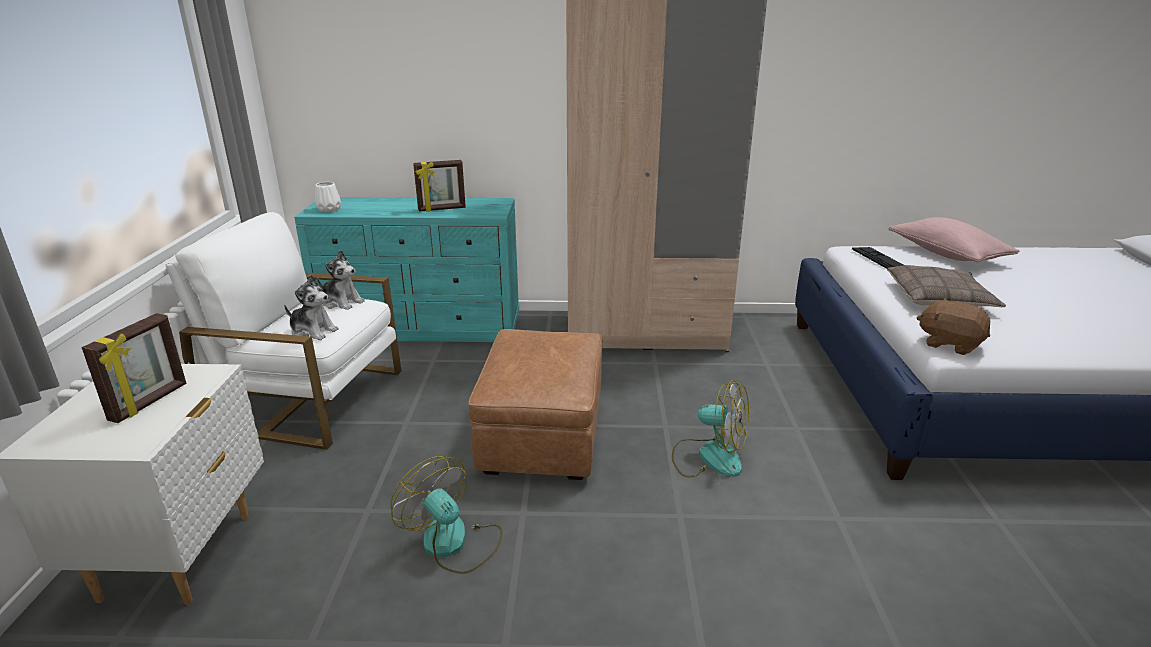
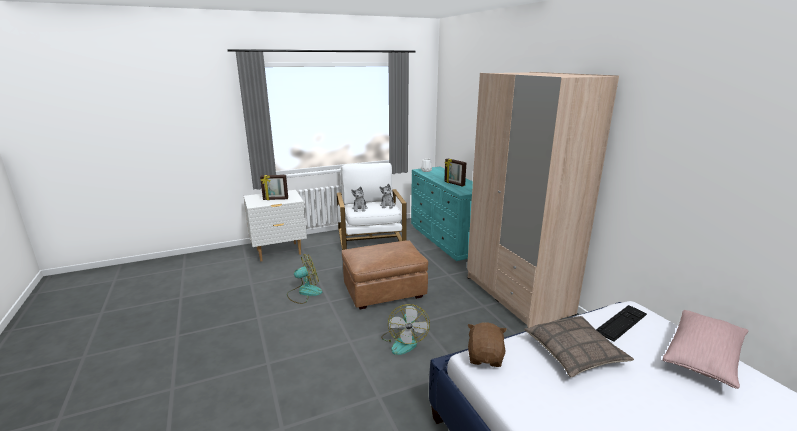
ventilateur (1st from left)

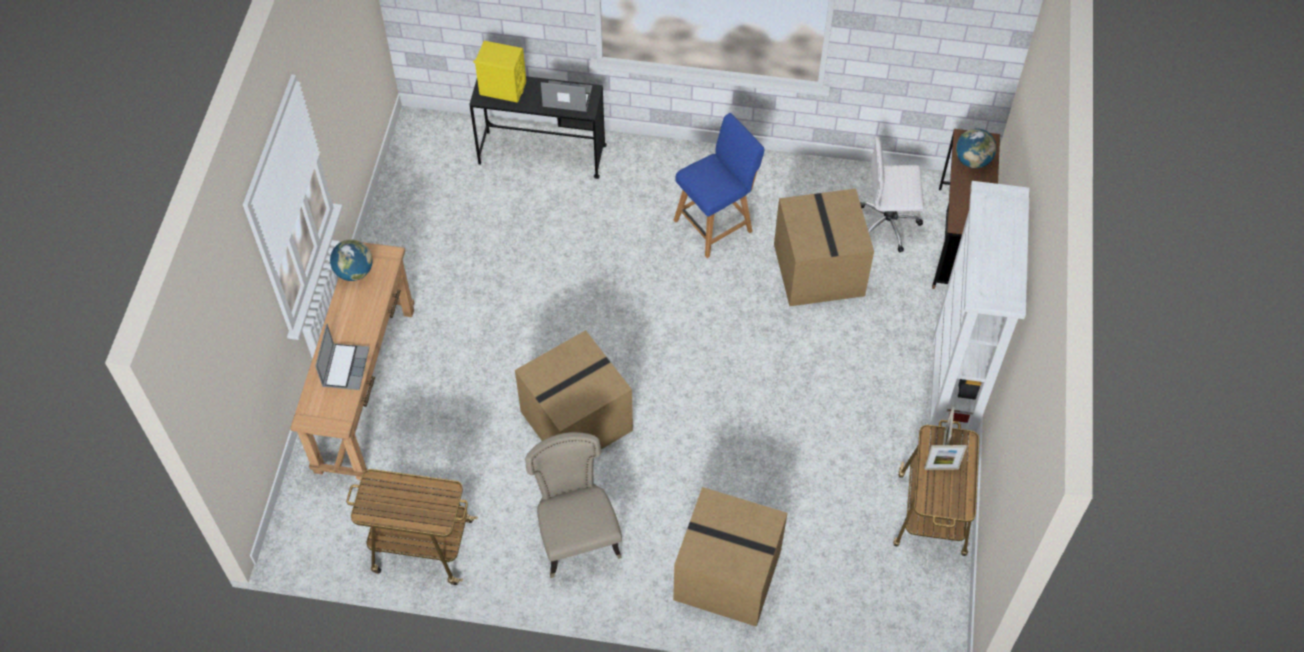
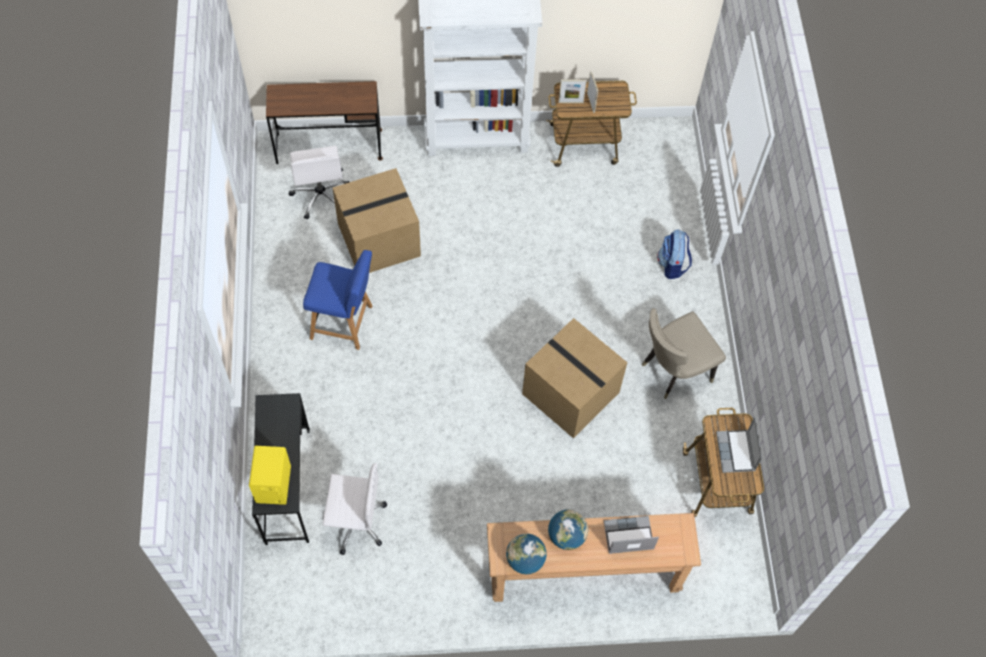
chaise (bleu); chaise de bureau (blanc) (2nd from left); globe (2nd from left); sac à dos; ordinateur portable (2nd from left)

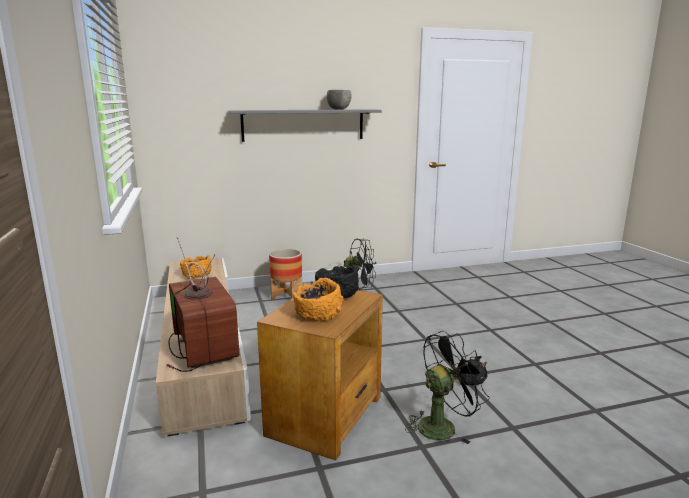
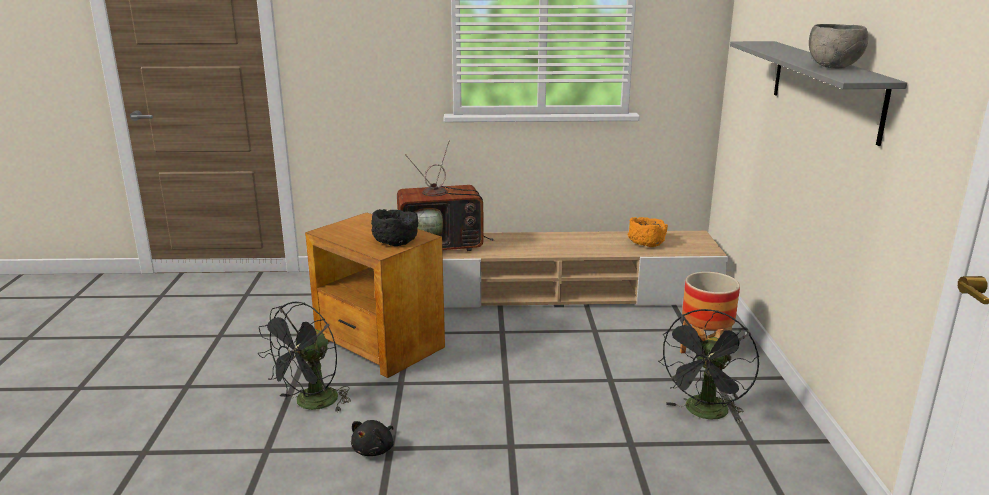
ventilateur (noir) (1st from left); bol (orange) (2nd from left in the first image)

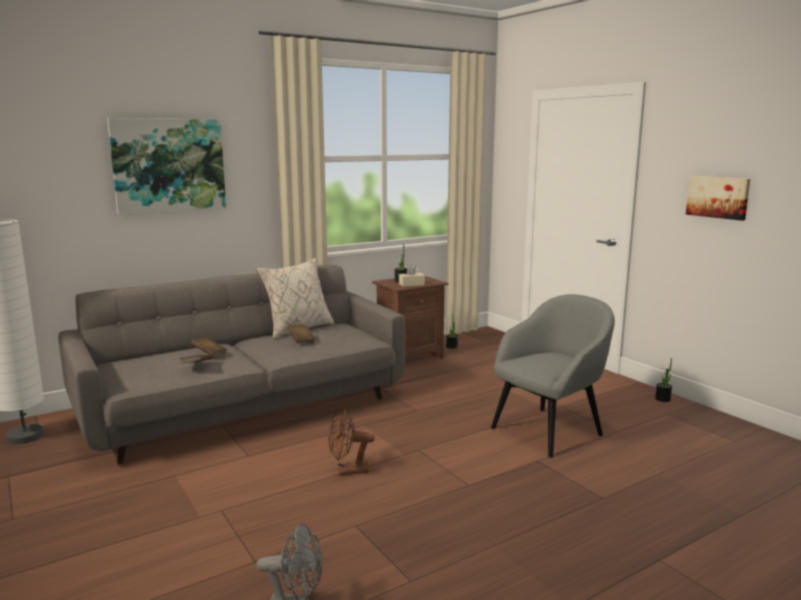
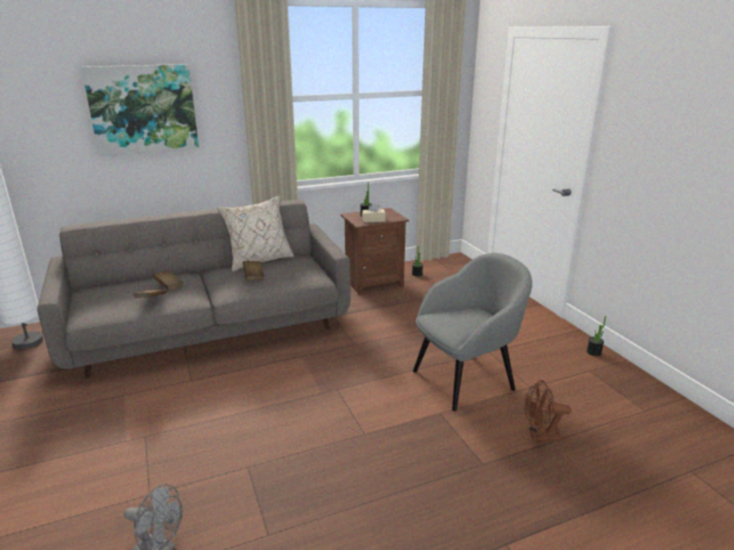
ventilateur (marron); tableau (2nd from left in the first image)

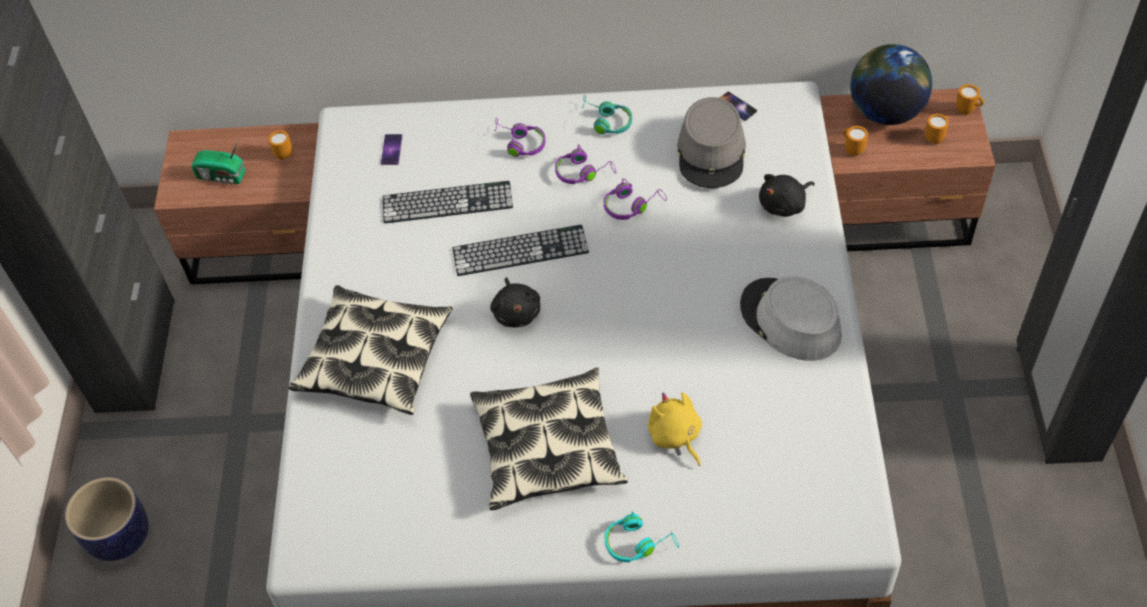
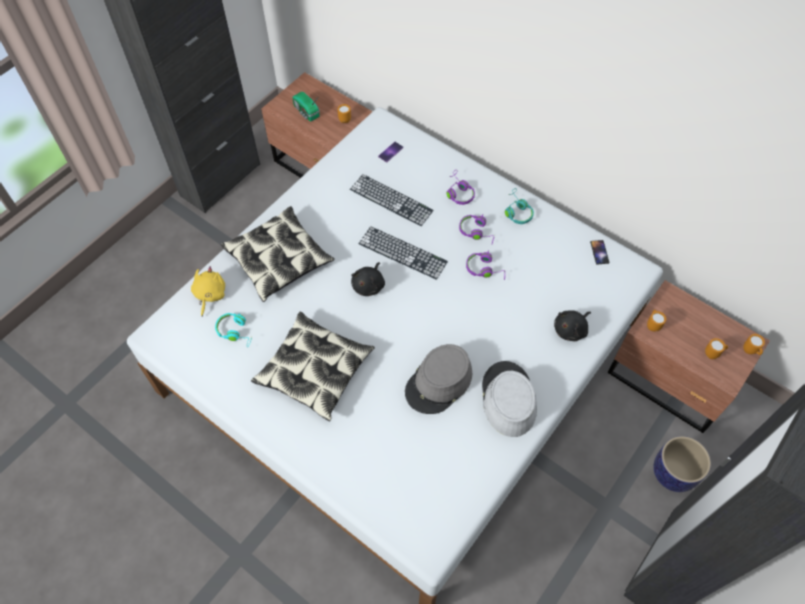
peluche (jaune); casque audio (turquoise) (1st from left); chapeau (gris) (1st from left); peluche (noir) (2nd from left); cache-pot; globe

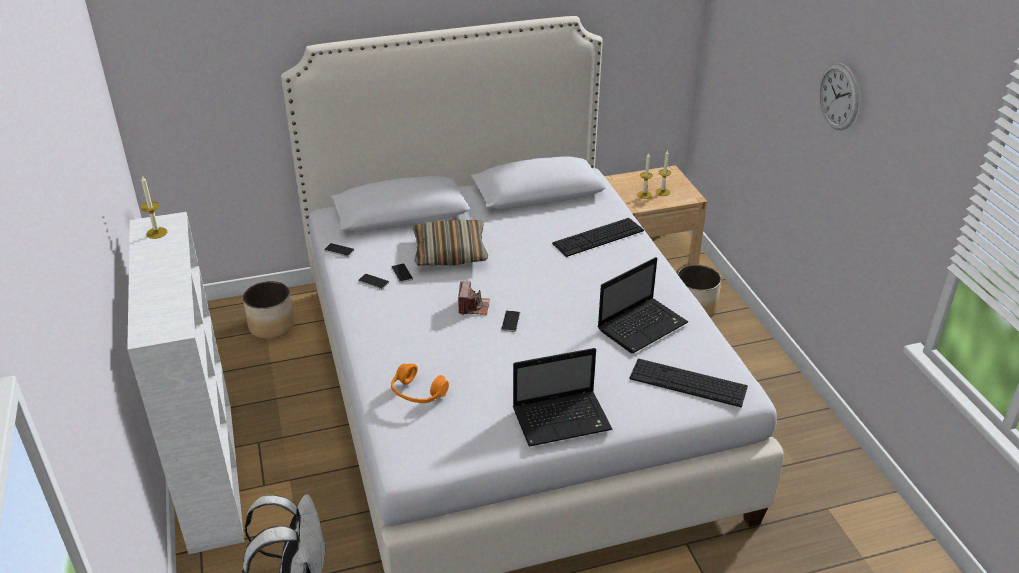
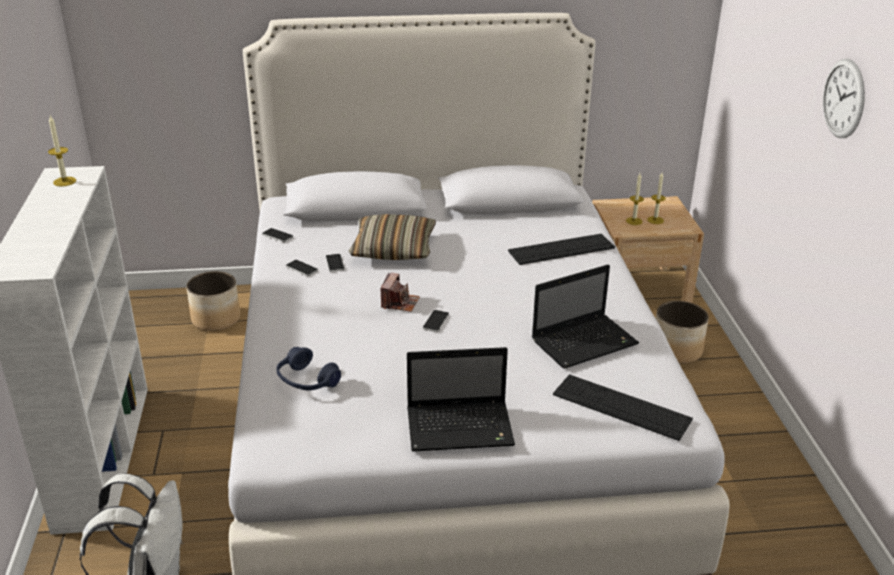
casque audio (bleu)

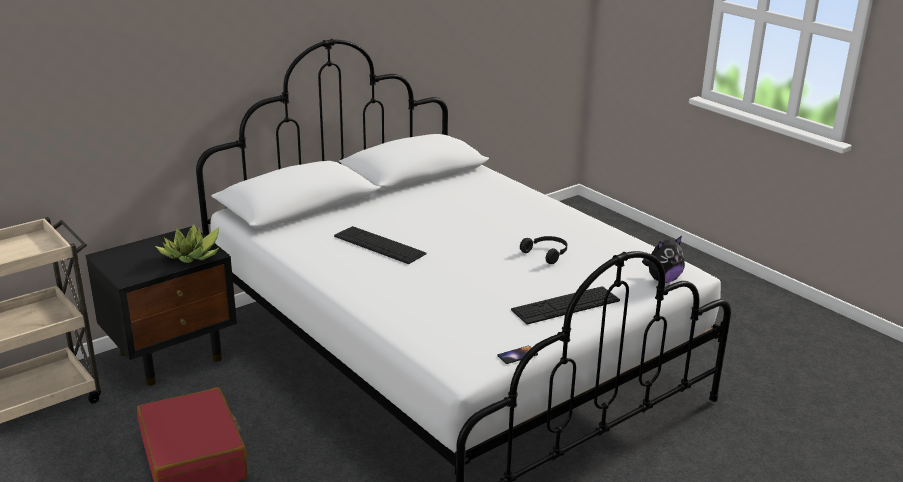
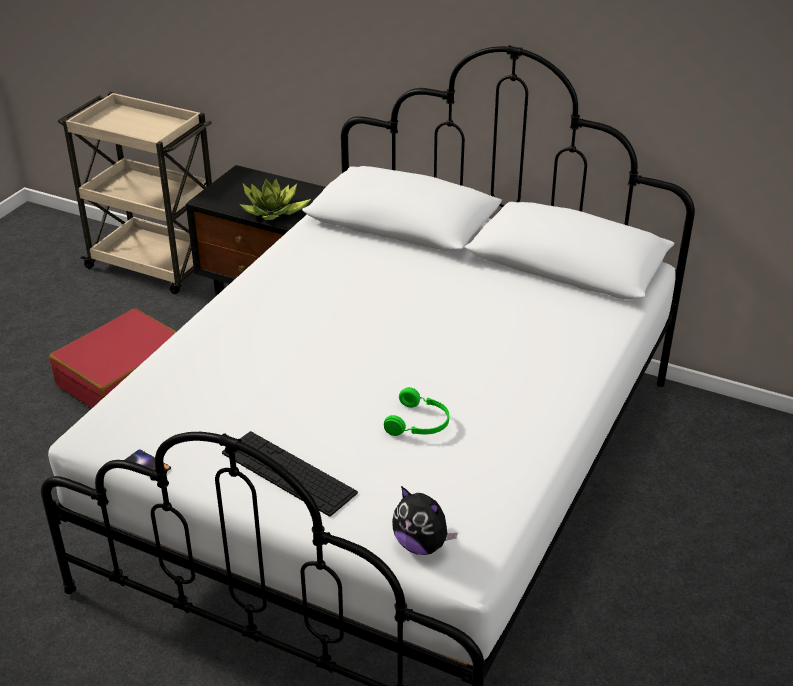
casque audio (vert); clavier (1st from left in the first image)

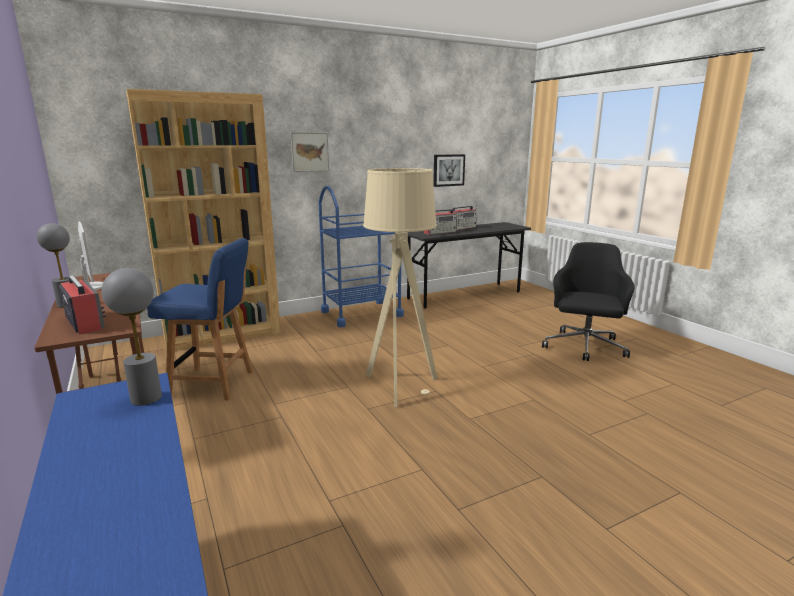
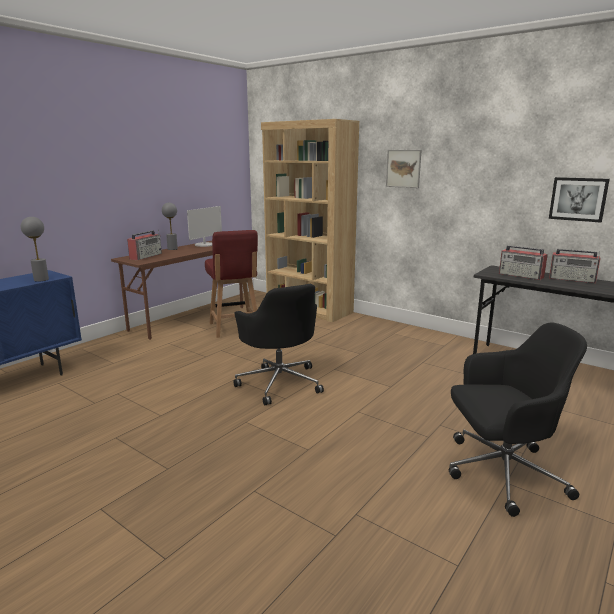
chaise (rouge); chaise de bureau (noir) (1st from left); chariot (bleu)

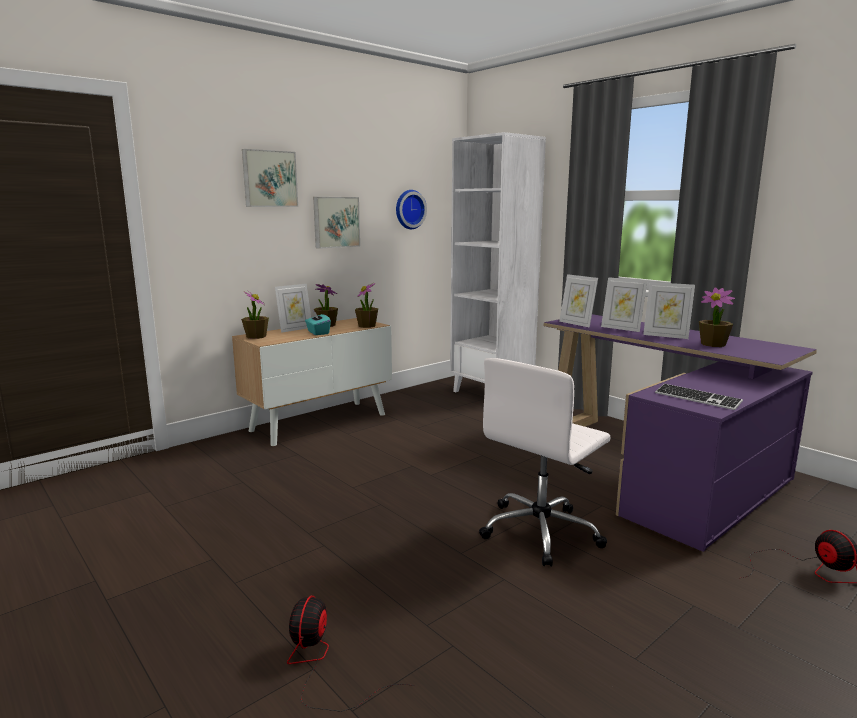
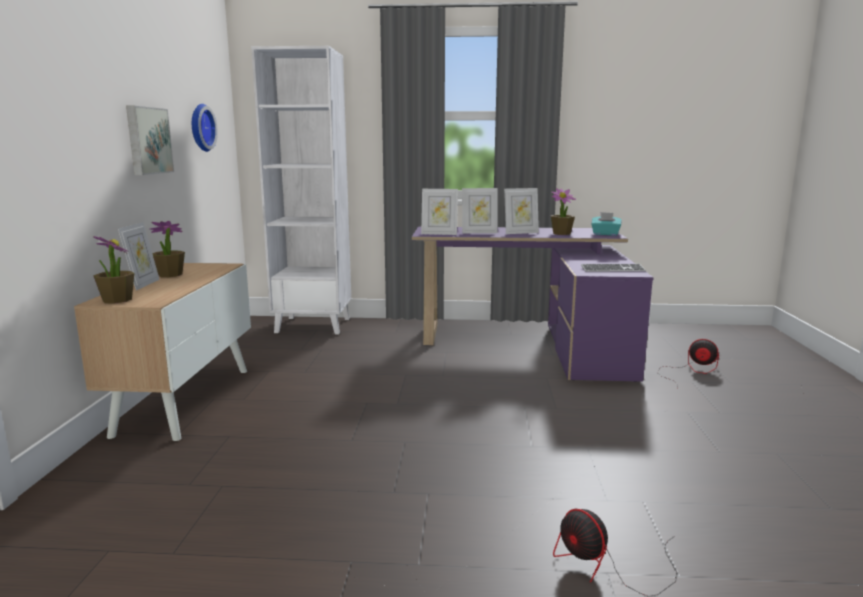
boîte à mouchoirs (turquoise); tableau (1st from left in the first image); plante en pot (3rd from left in the first image); chaise de bureau (blanc)

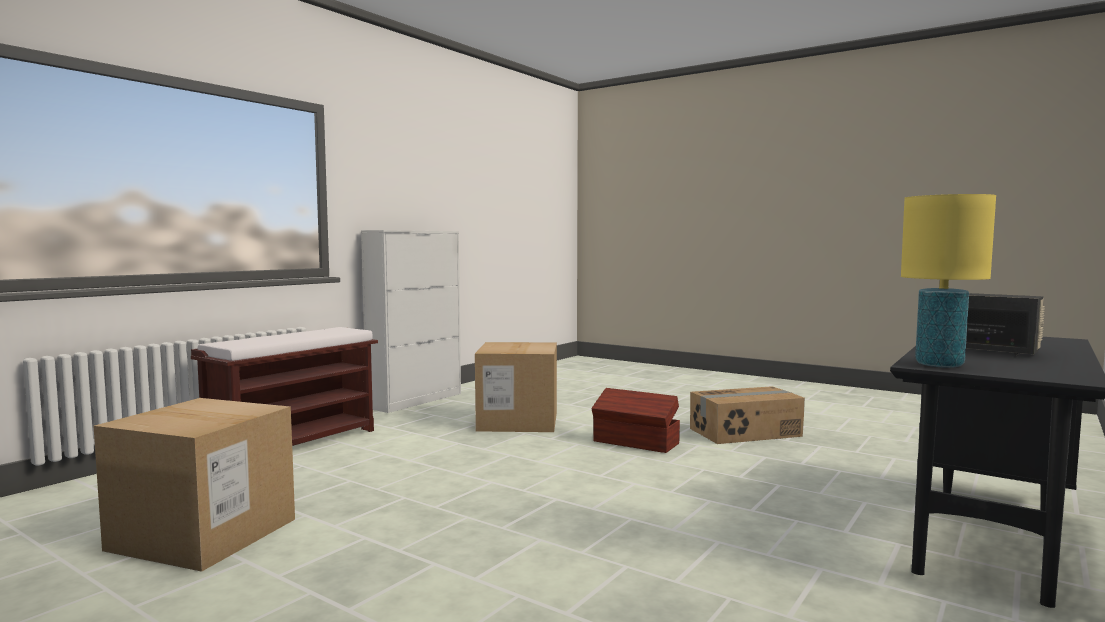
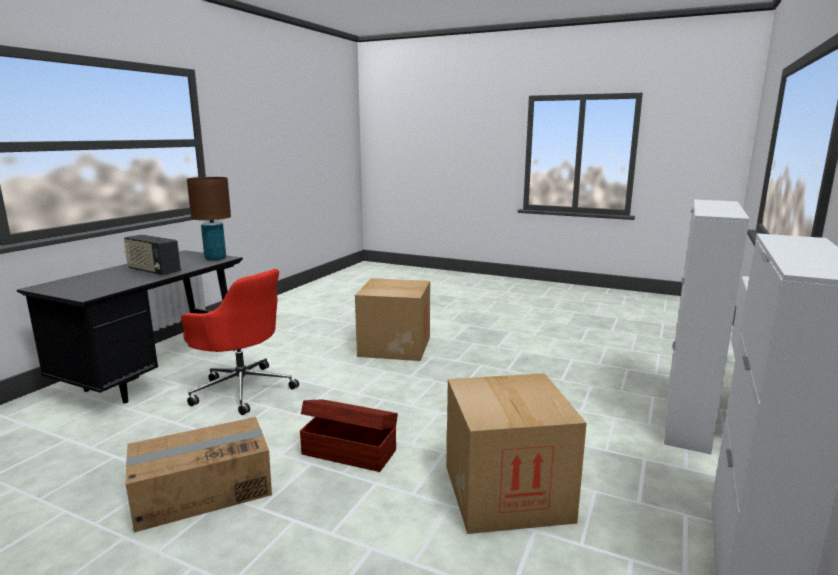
chaise de bureau (rouge); lampe de table (marron); carton (2nd from left); meuble de rangement (blanc) (1st from left)

